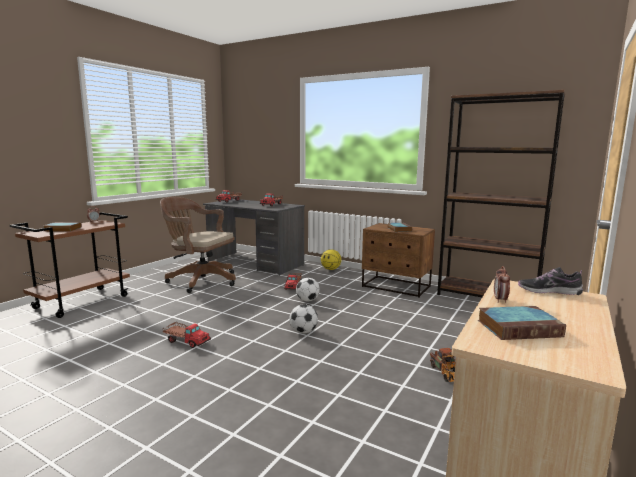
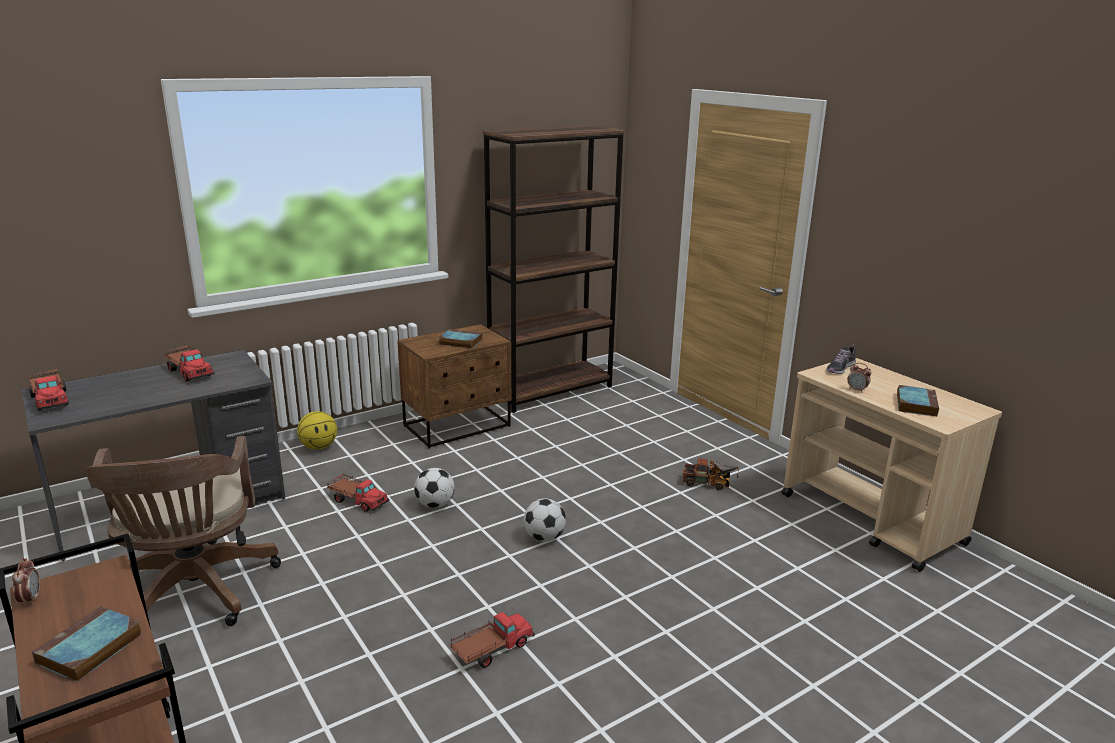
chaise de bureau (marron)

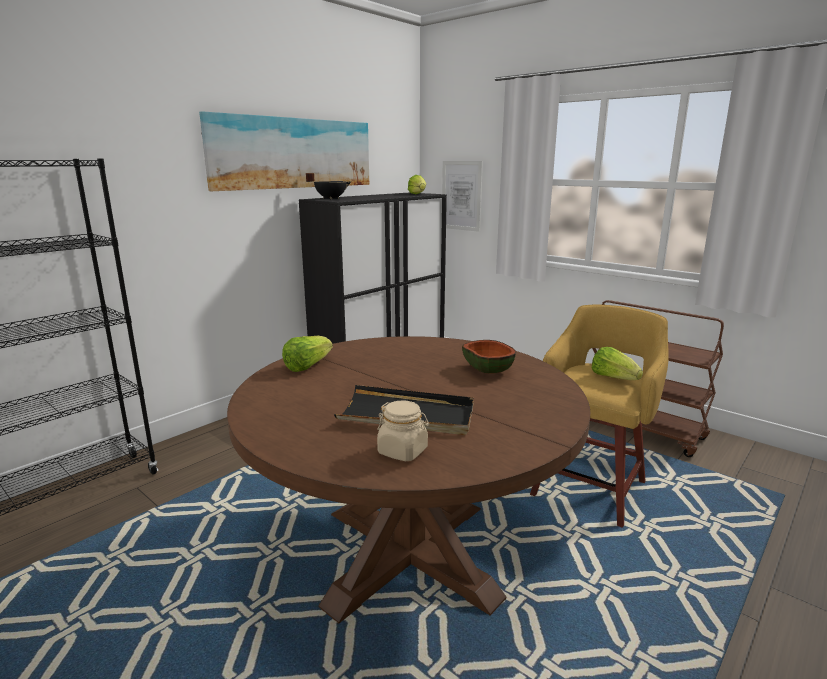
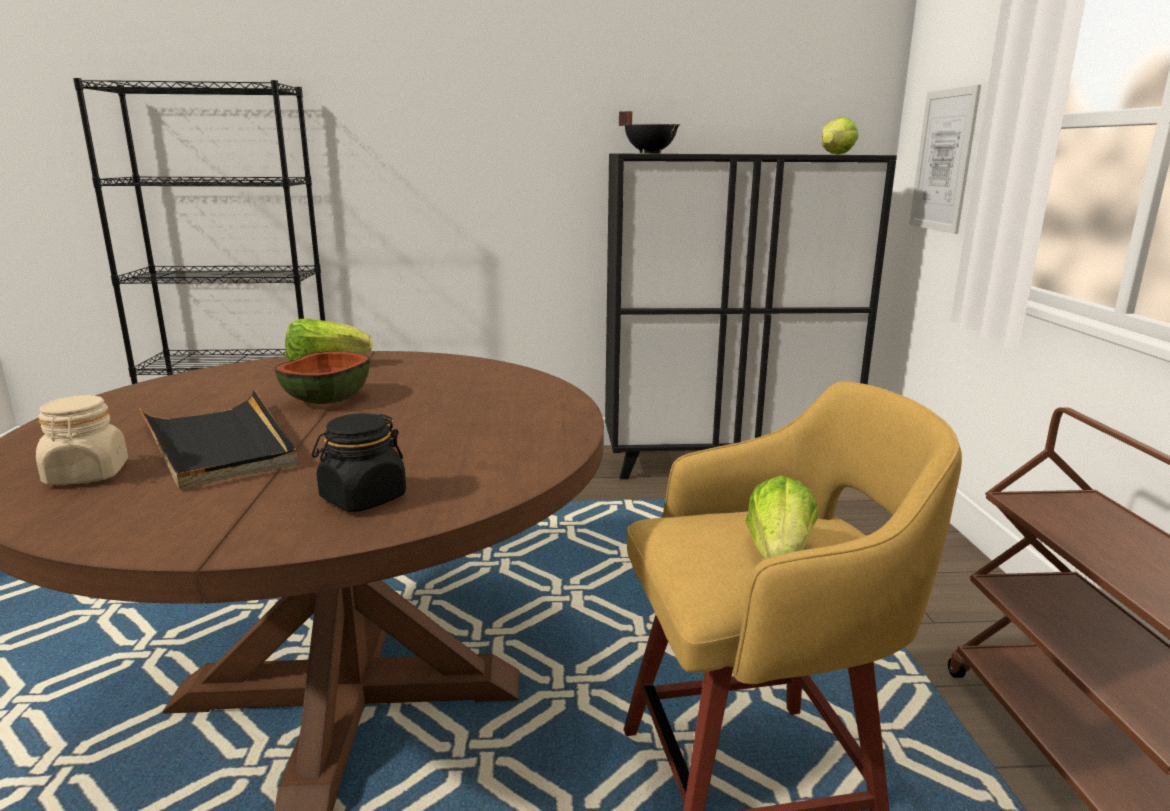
bol; bocal (noir); tableau (1st from left in the first image)

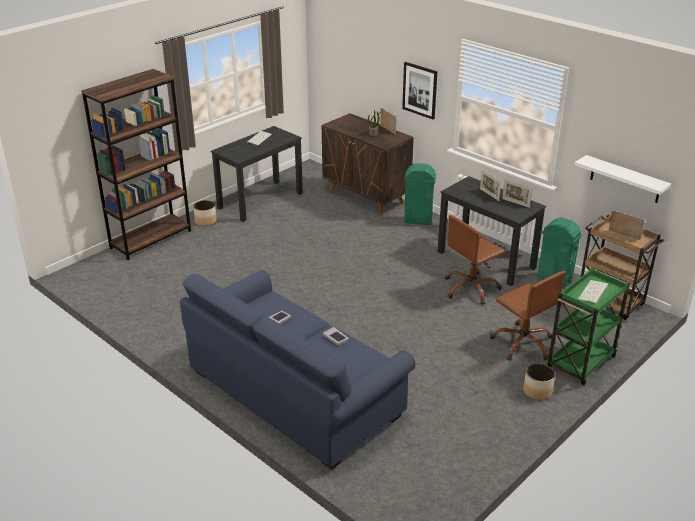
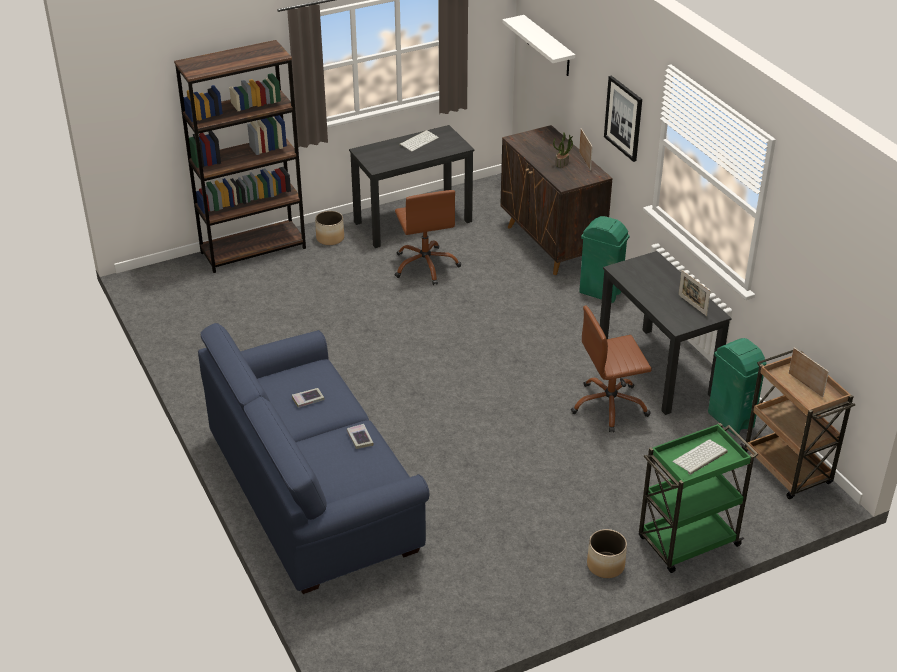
chaise de bureau (marron) (1st from left); étagère (blanc); cadre photo (2nd from left in the first image)

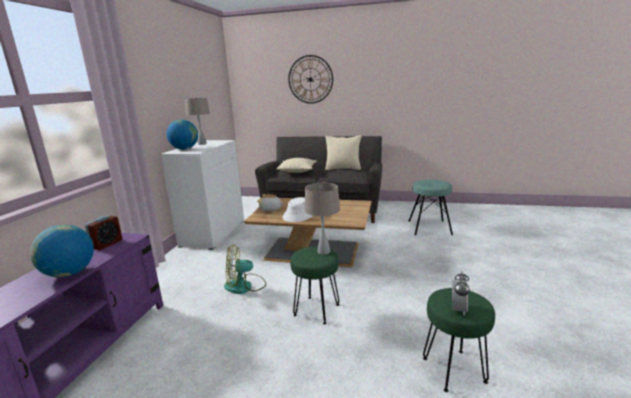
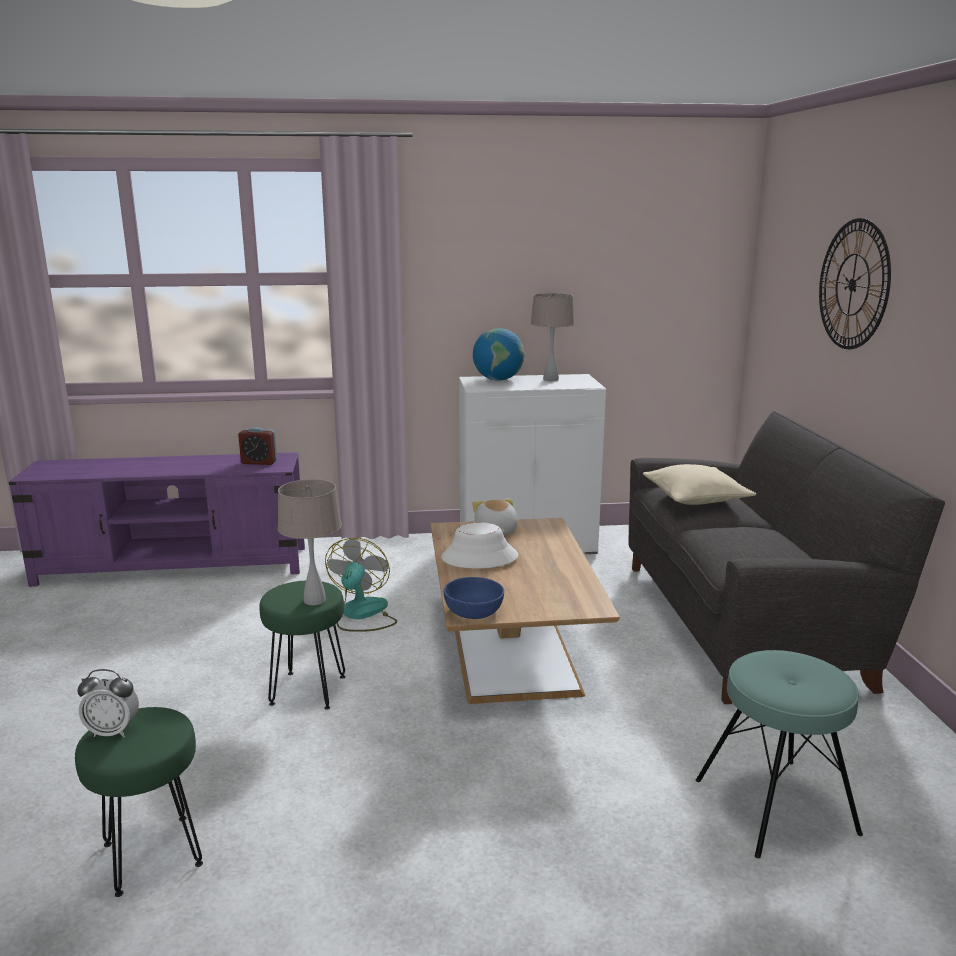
ventilateur; bol (bleu); globe (1st from left in the first image); coussin (beige) (2nd from left in the first image)

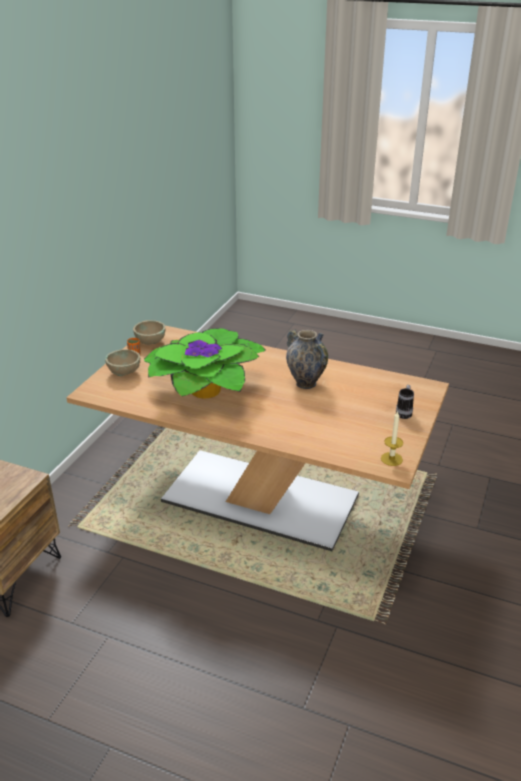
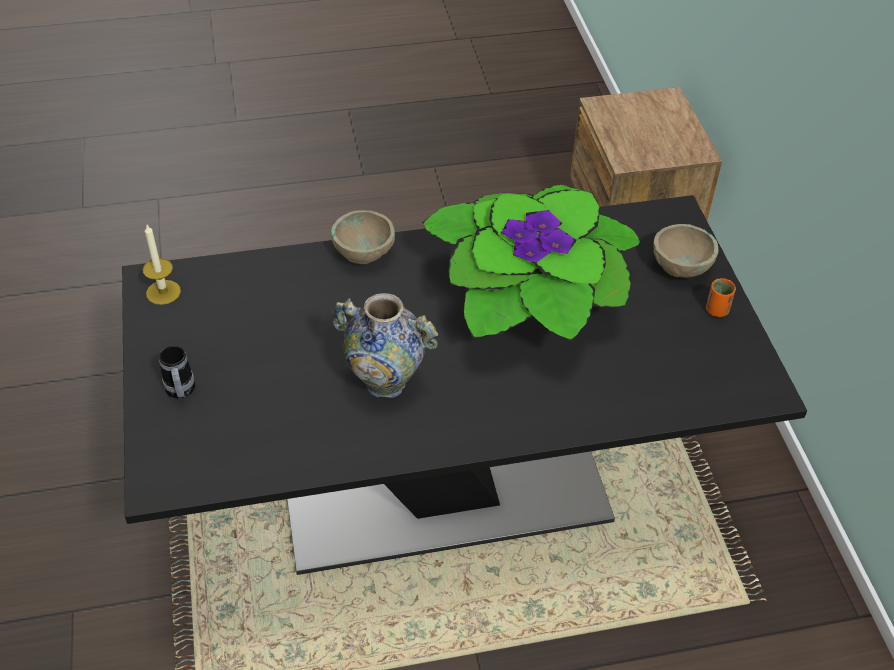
table à manger (noir); bol (beige) (1st from left)

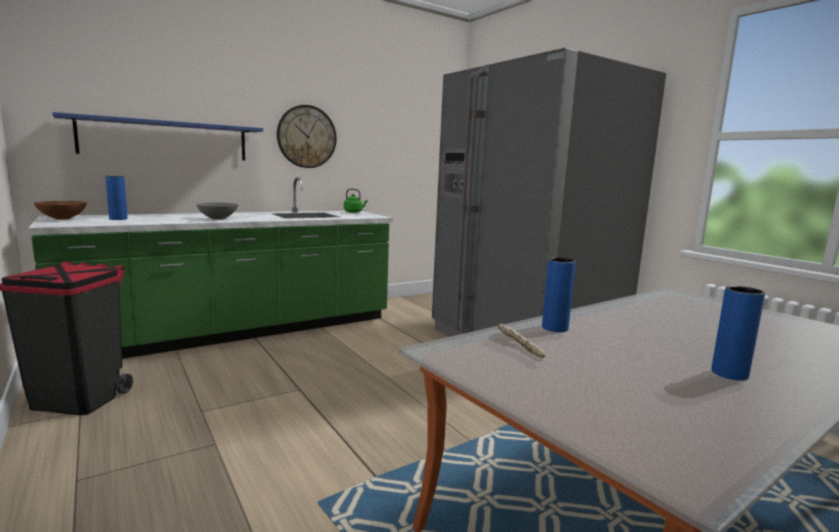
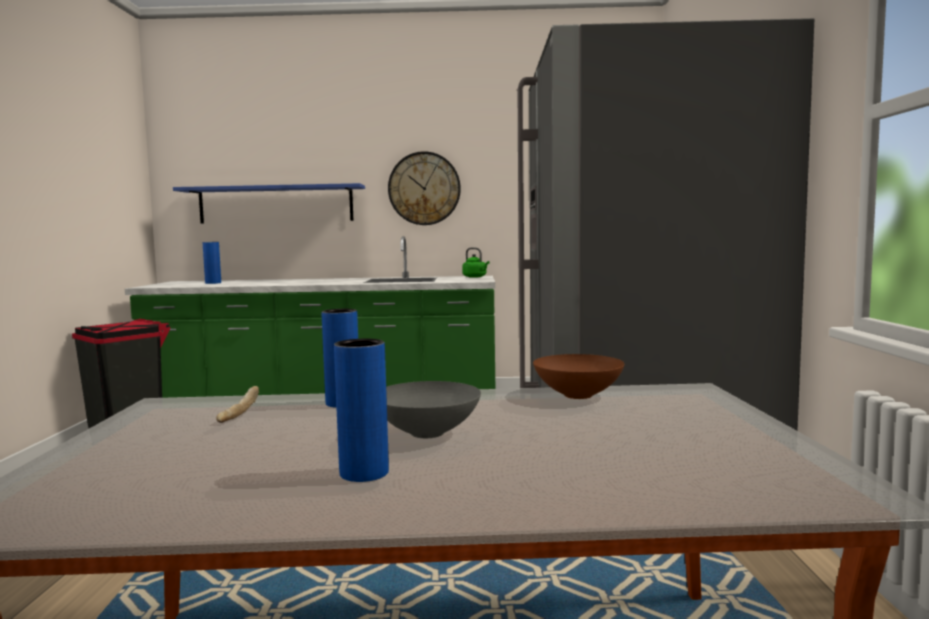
bol (gris); bol (marron)

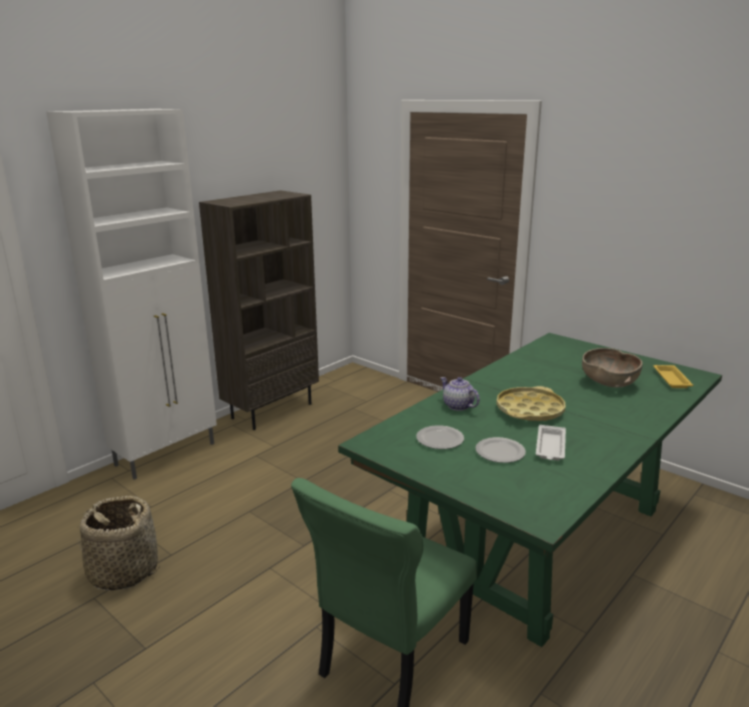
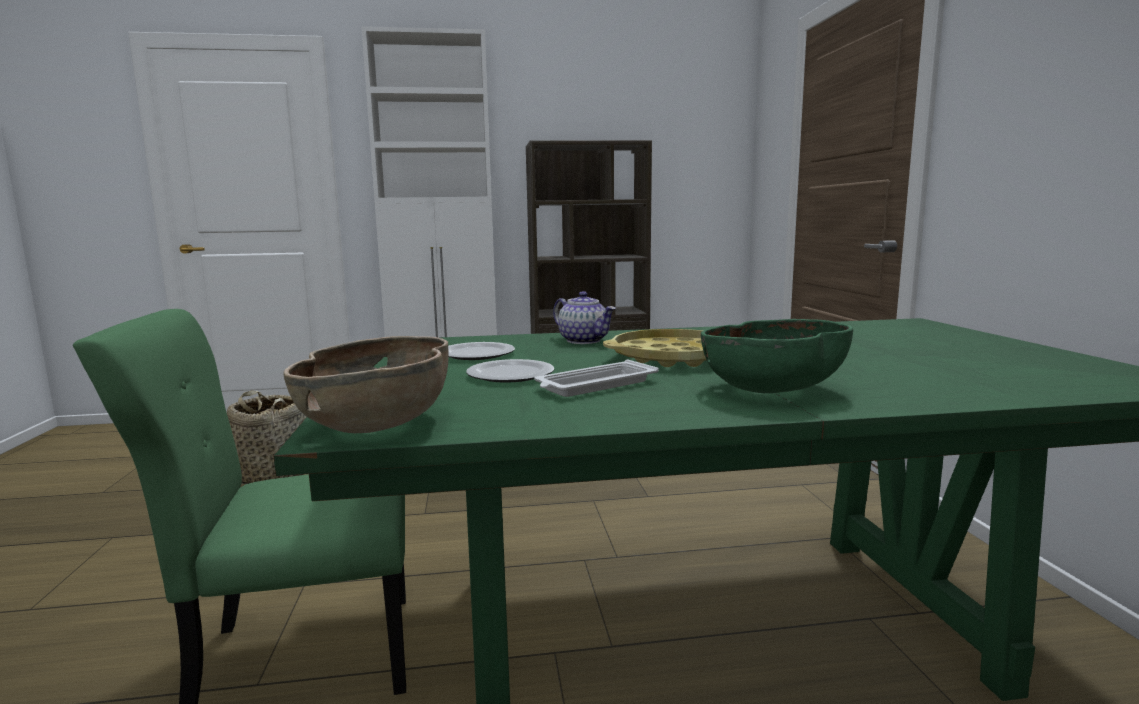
bol (marron); théière; bol (vert); plateau (jaune) (2nd from left in the first image)

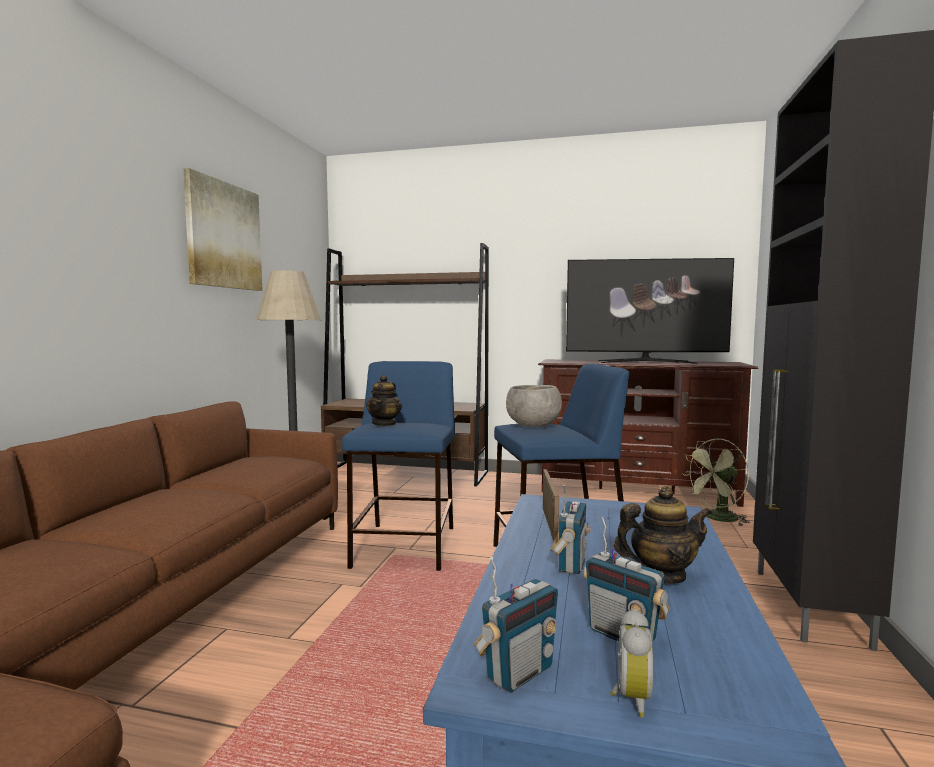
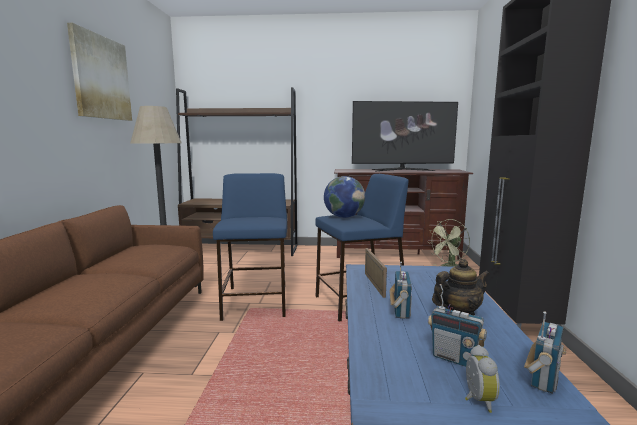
globe; radio (3rd from left); théière (1st from left in the first image)

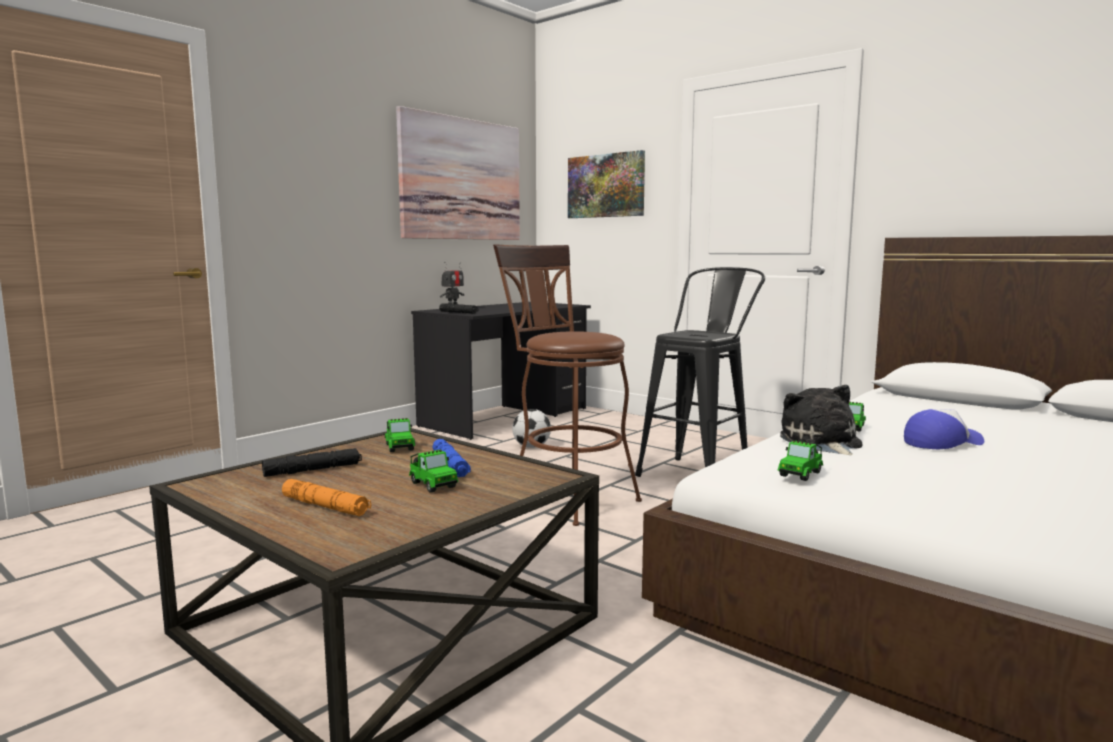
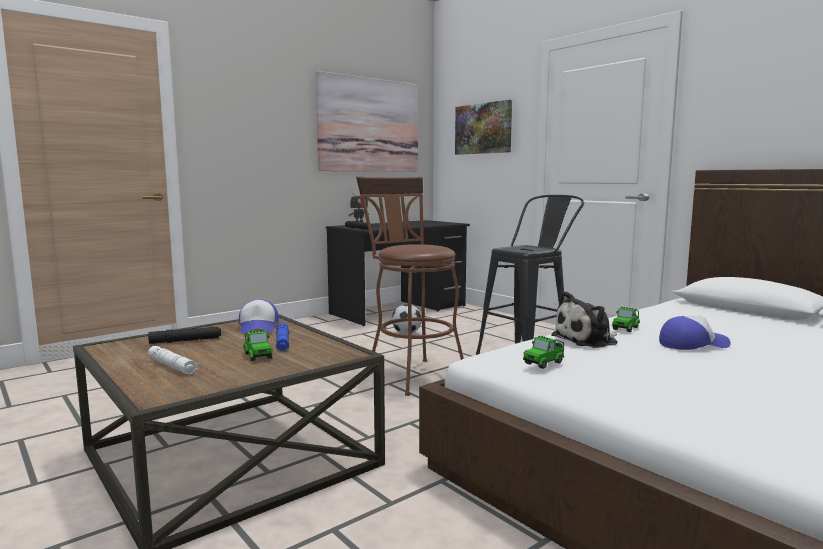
lampe de poche (blanc); casquette (1st from left); peluche

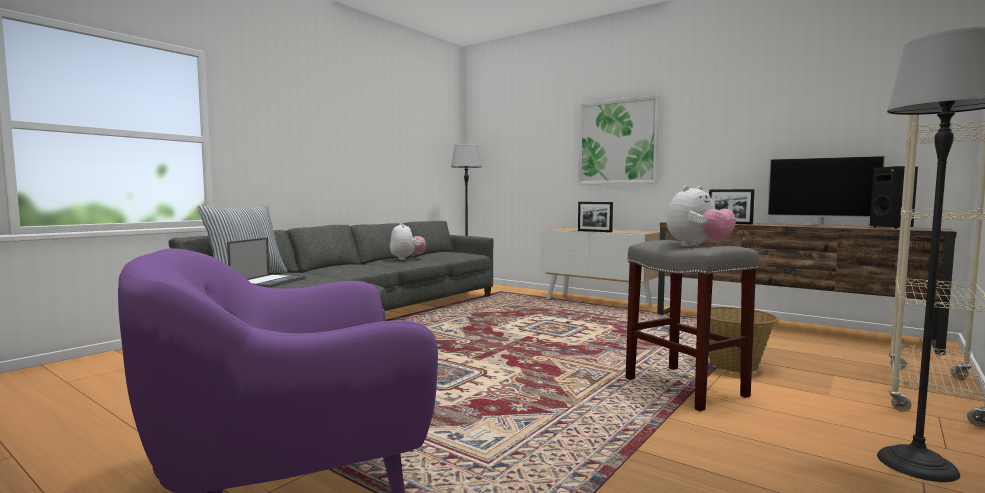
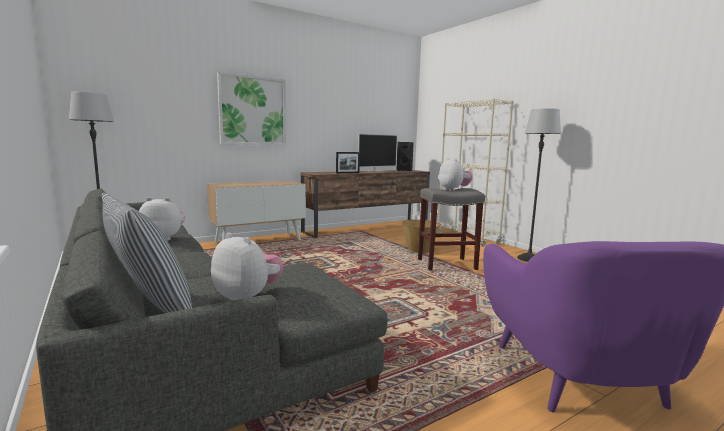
peluche (2nd from left); cadre photo (1st from left in the first image)

